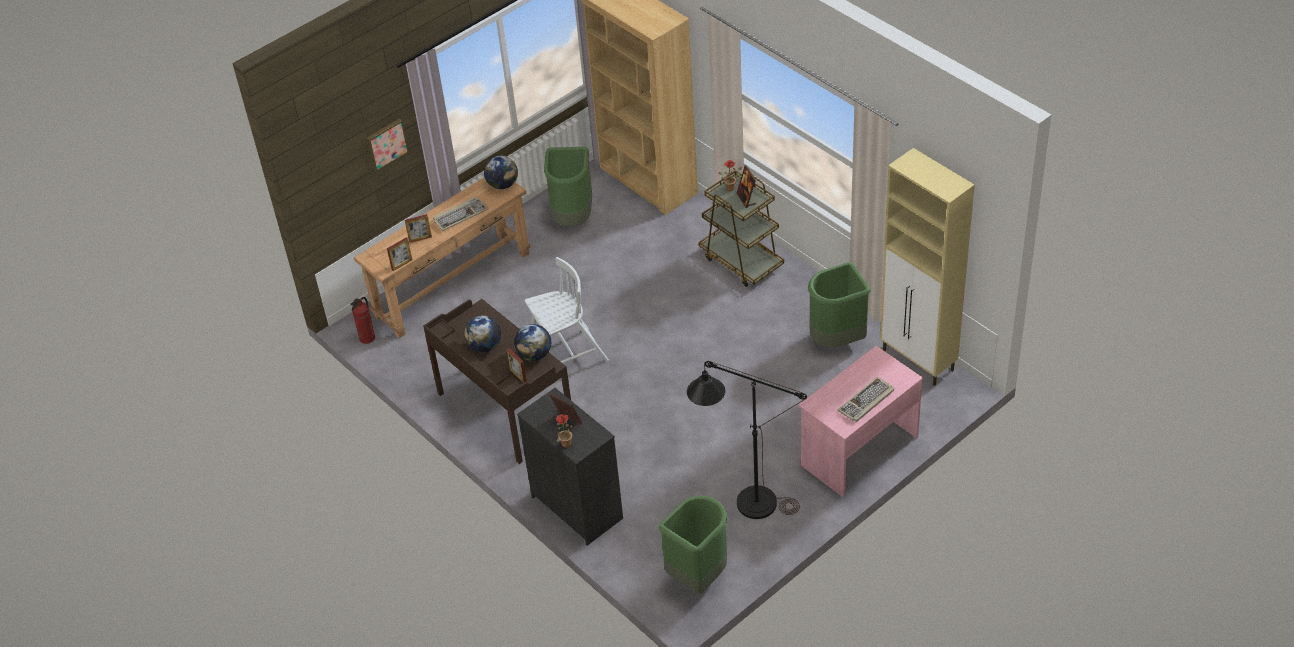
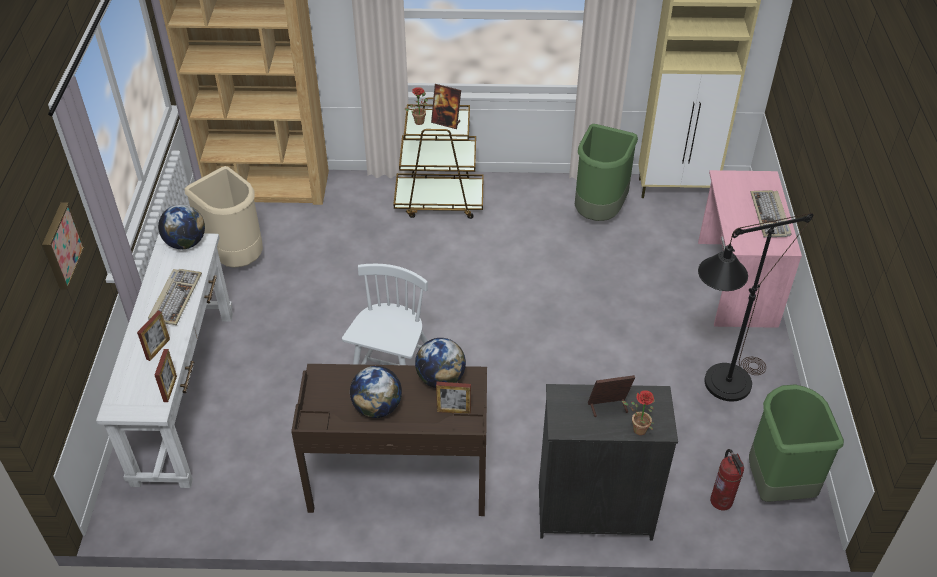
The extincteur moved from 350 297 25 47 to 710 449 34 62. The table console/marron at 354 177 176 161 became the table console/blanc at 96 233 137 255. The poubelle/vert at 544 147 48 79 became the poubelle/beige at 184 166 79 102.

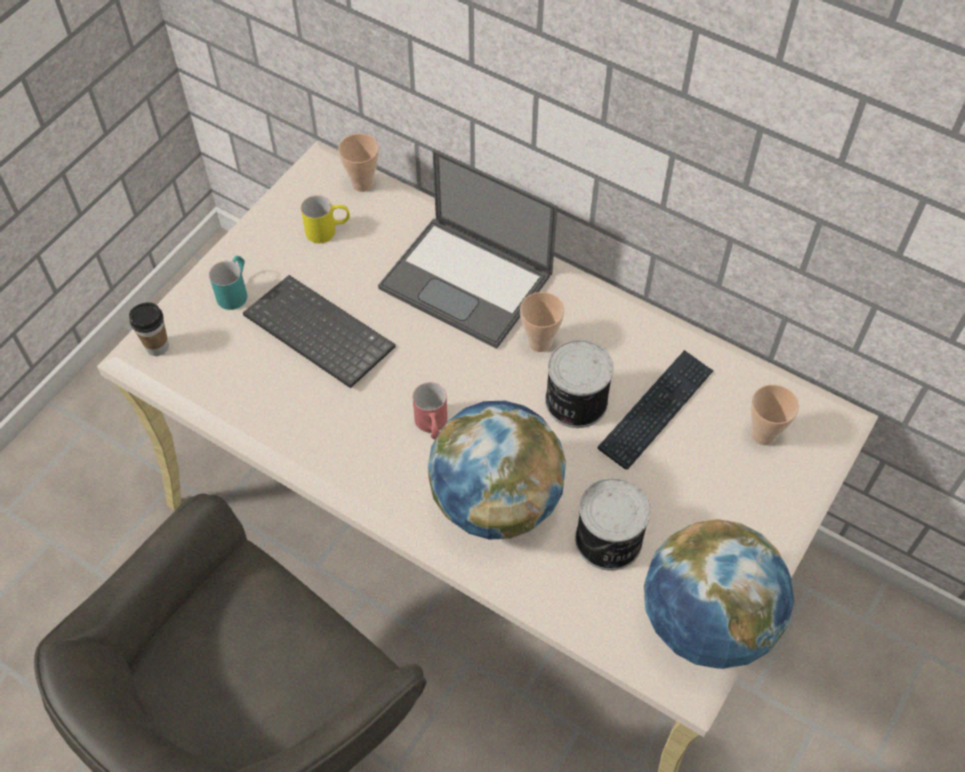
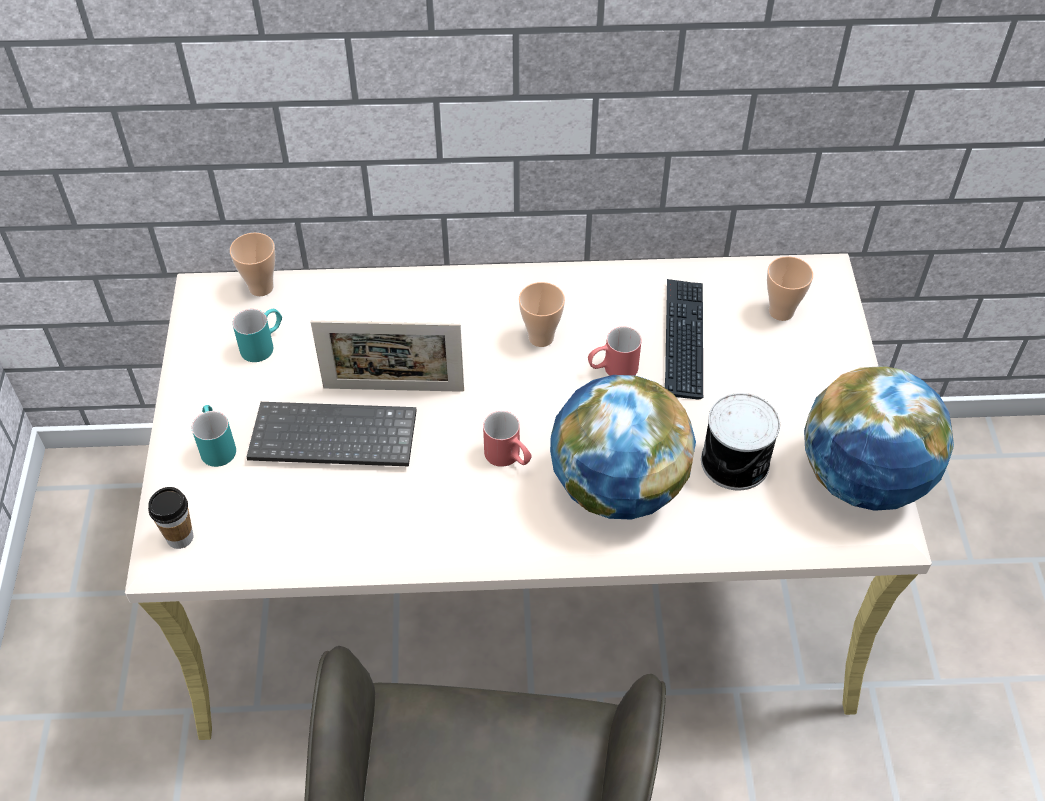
The ordinateur portable at 378 149 180 200 disappeared. The cadre photo at 310 320 154 72 appeared. The boîte métallique at 545 340 69 88 was replaced by the mug/rouge at 588 326 54 50. The mug/jaune at 301 195 49 48 became the mug/turquoise at 232 309 50 53.

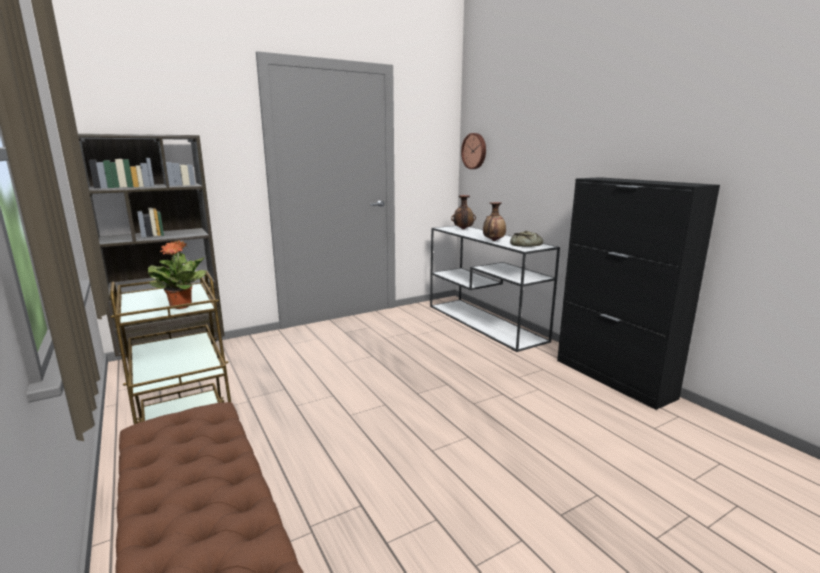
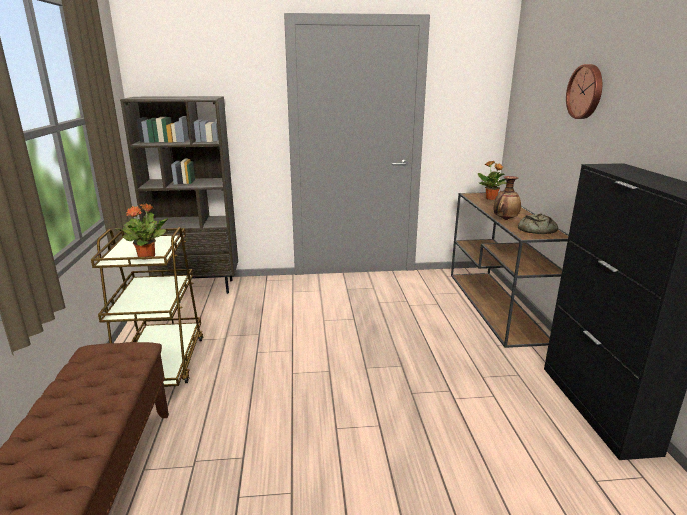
The horloge murale moved from 461 133 25 36 to 566 64 36 55. The vase at 451 195 25 34 was replaced by the plante en pot at 478 161 29 39. The table console/blanc at 430 226 130 126 became the table console/marron at 451 192 118 156.

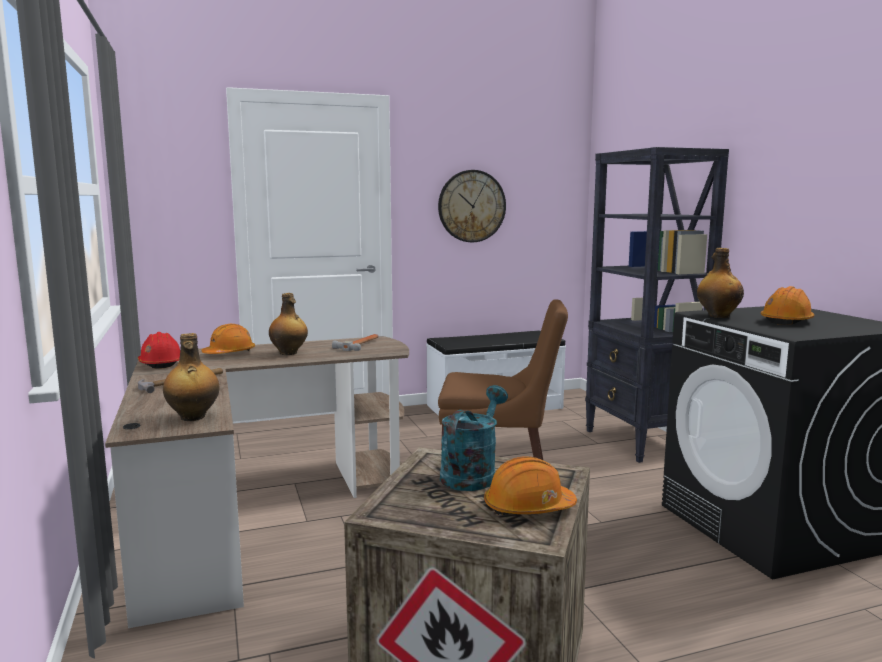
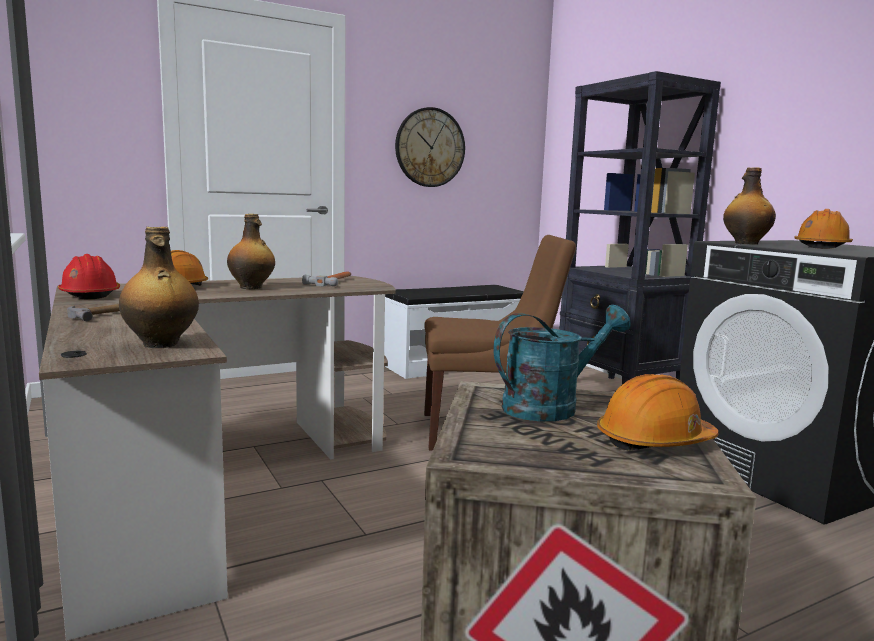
The arrosoir/turquoise at 440 385 68 106 turned 45 degrees clockwise.

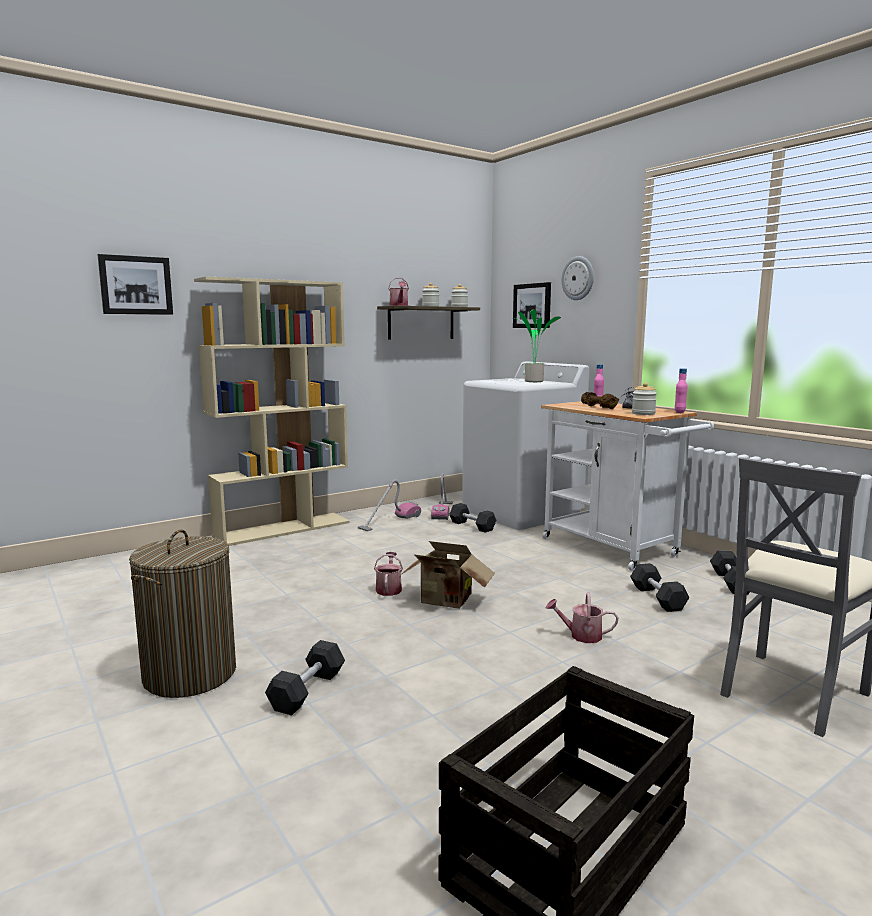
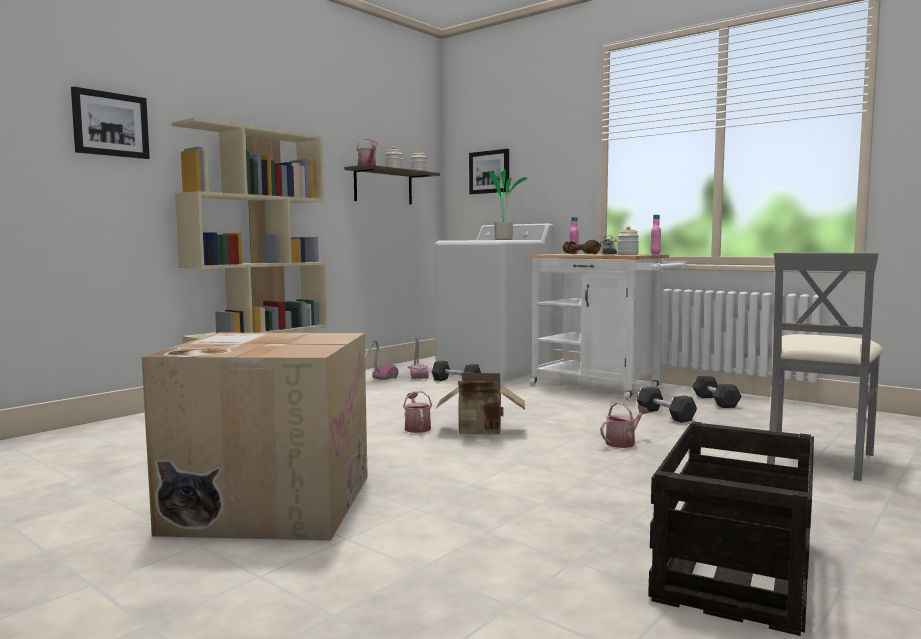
The haltère/gris at 265 640 80 75 disappeared. The horloge murale at 561 256 33 44 disappeared. The panier à linge at 129 530 107 168 was replaced by the carton at 142 333 226 207. The arrosoir at 546 592 72 51 turned 150 degrees clockwise.

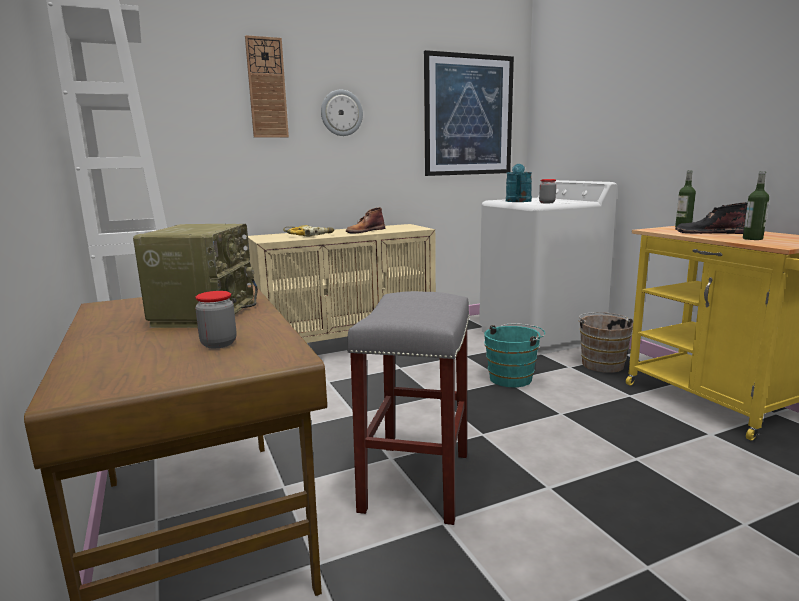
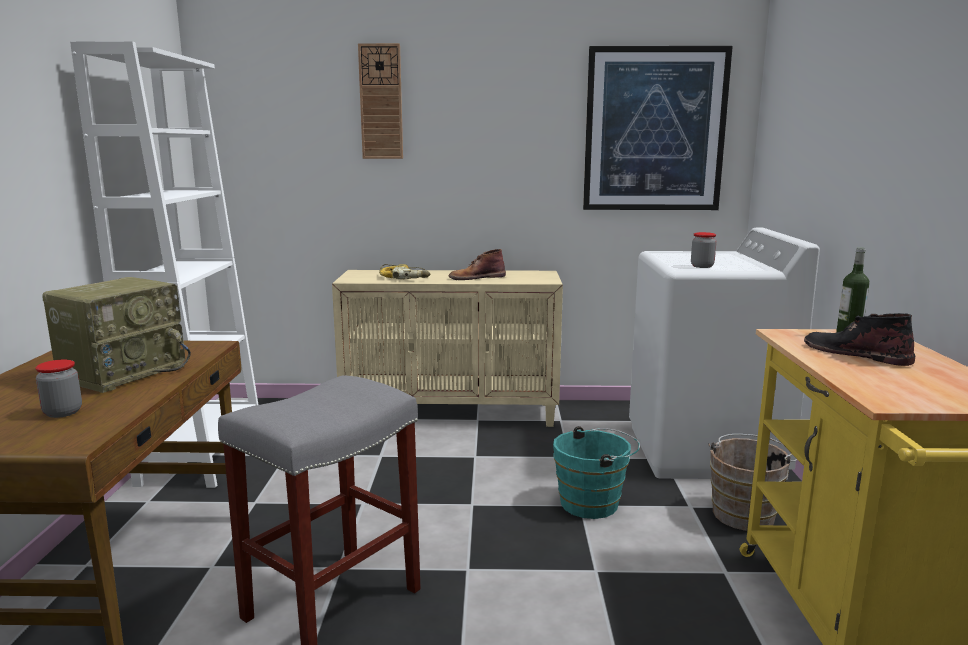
The horloge murale at 321 90 42 46 disappeared. The arrosoir/turquoise at 506 164 26 38 disappeared. The bouteille at 743 171 26 69 disappeared.

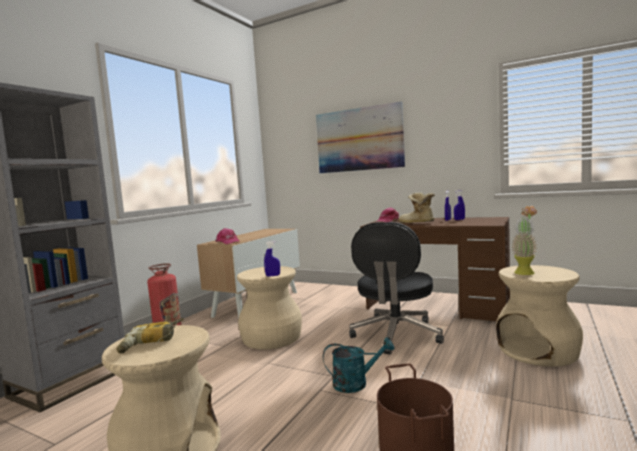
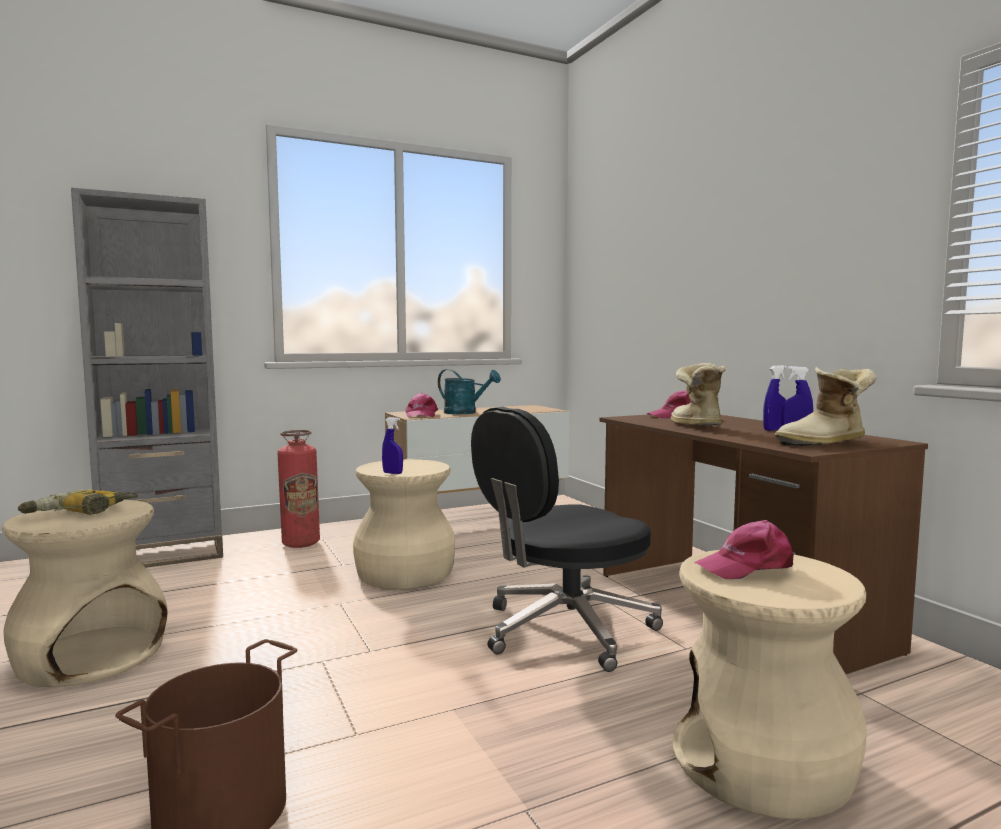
The tableau at 316 102 89 71 disappeared. The botte at 775 367 101 79 appeared. The arrosoir/turquoise moved from 323 337 71 56 to 438 369 63 45. The plante en pot at 511 206 26 69 was replaced by the casquette/rose at 694 520 100 59.

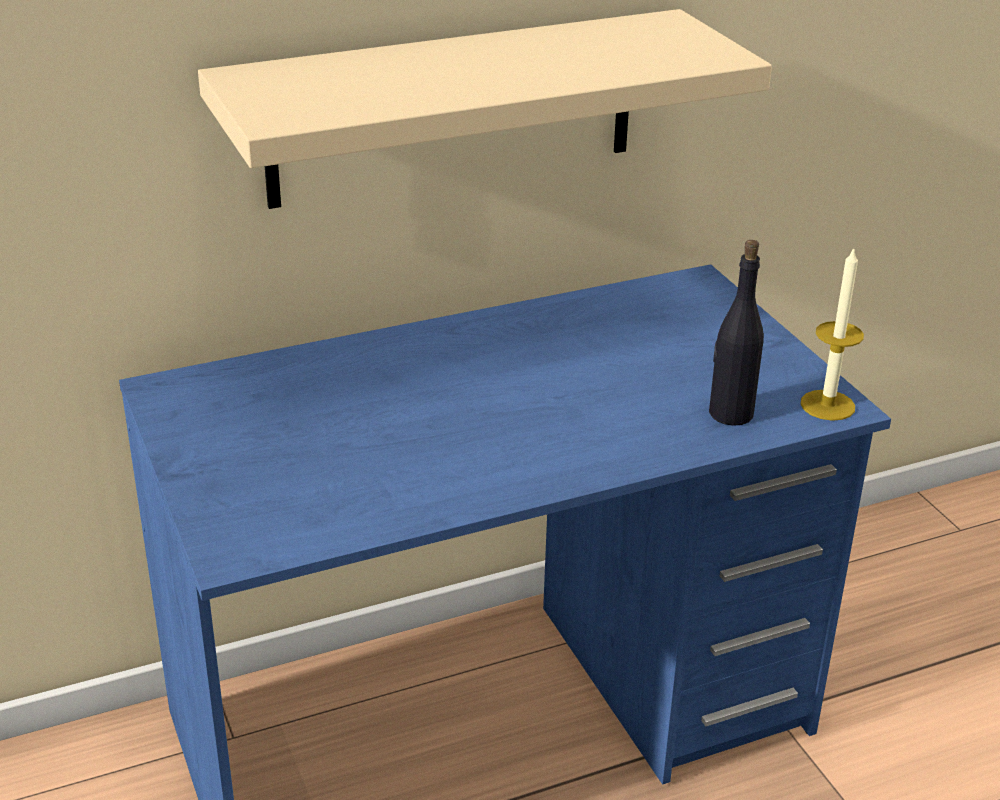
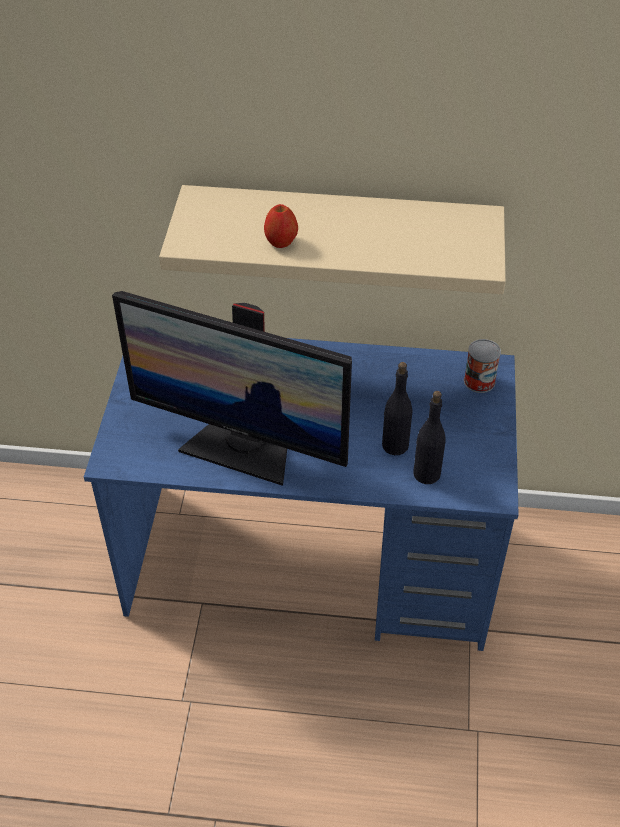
The bougie at 800 248 64 173 disappeared. The écran d'ordinateur at 112 291 240 195 appeared. The pomme at 264 204 34 44 appeared. The bouteille/noir at 382 362 30 93 appeared. The boîte métallique at 464 339 37 54 appeared.

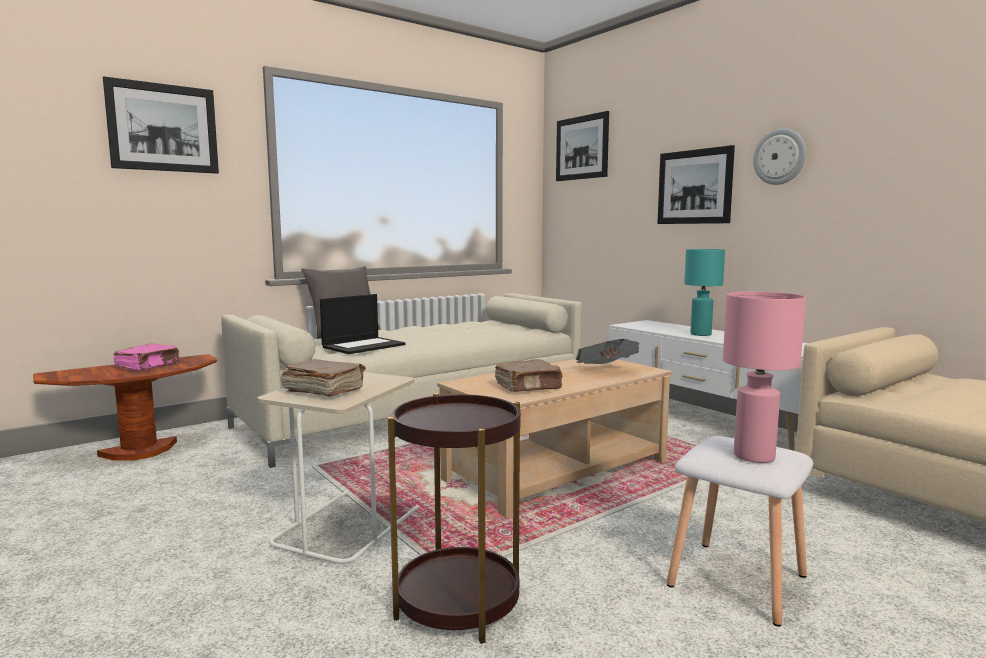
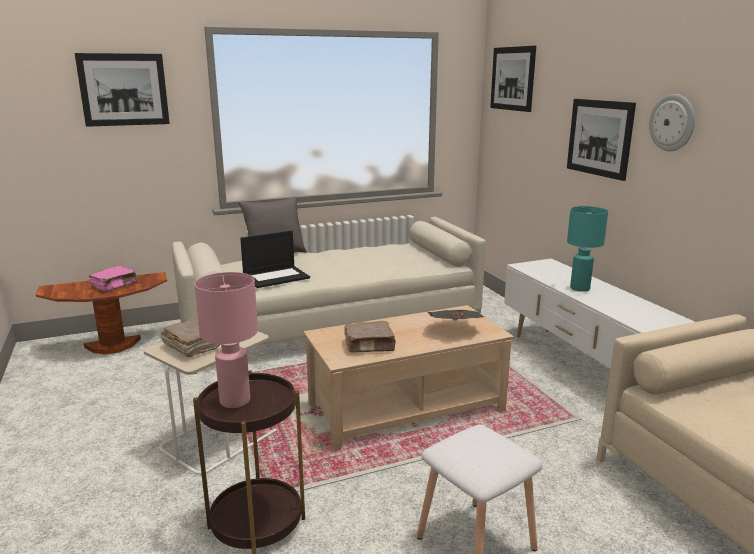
The lampe de table/rose moved from 723 292 83 171 to 194 272 64 136.

